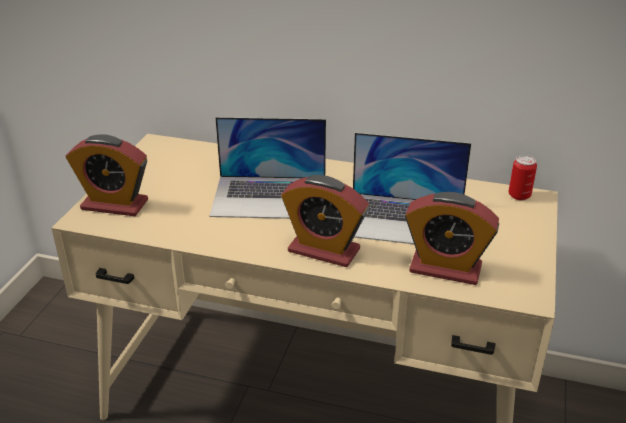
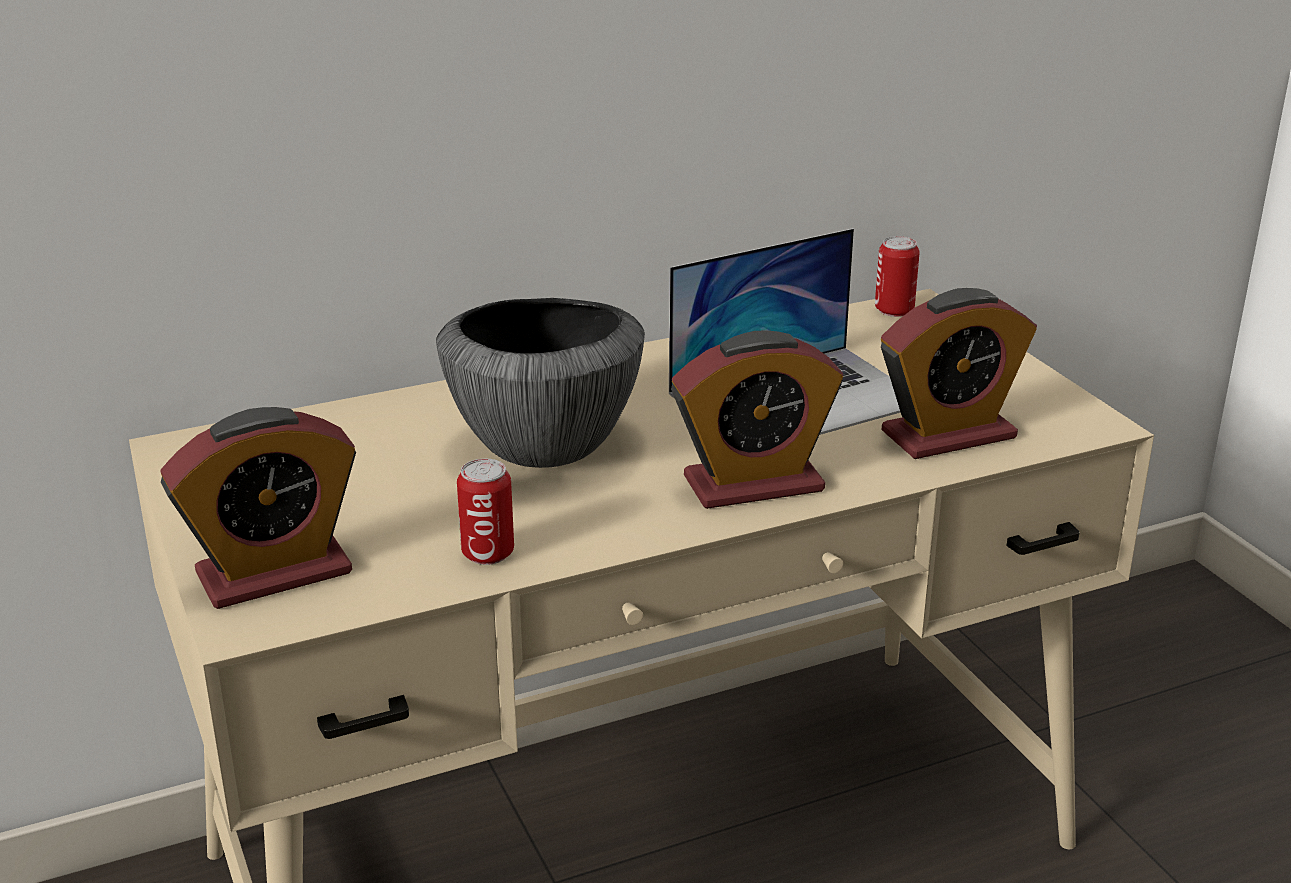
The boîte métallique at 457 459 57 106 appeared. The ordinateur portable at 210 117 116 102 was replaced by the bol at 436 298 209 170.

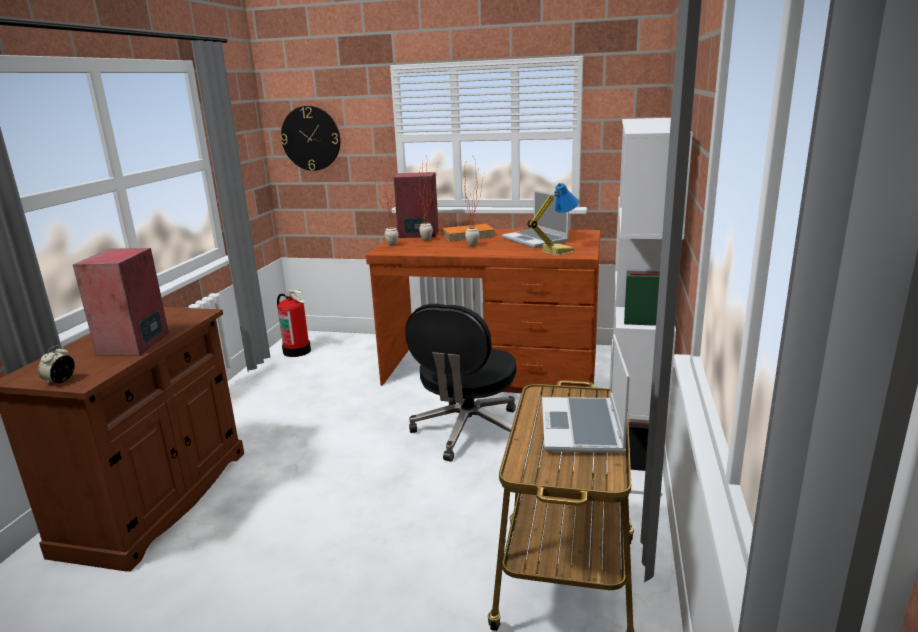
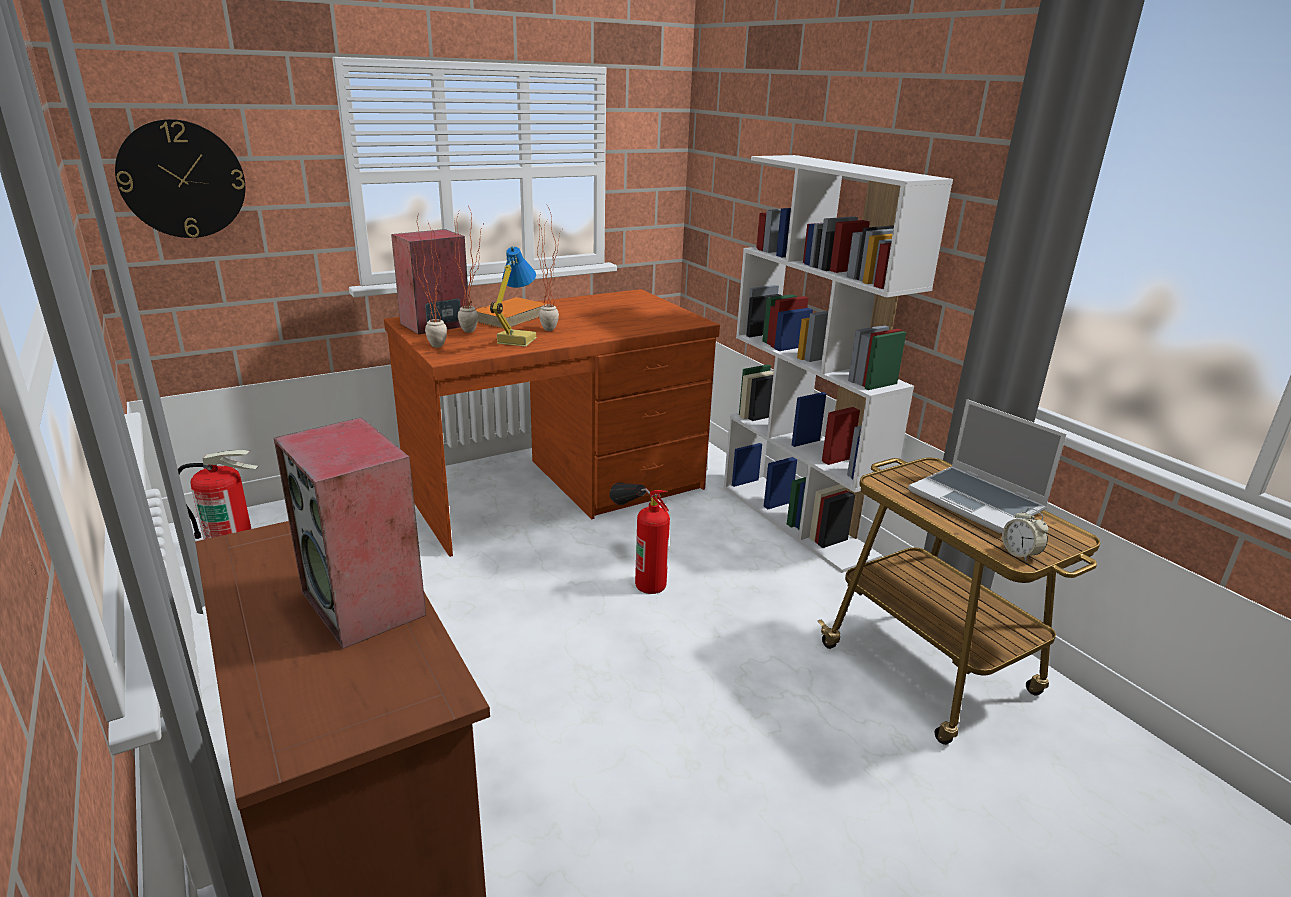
The ordinateur portable at 502 190 67 58 disappeared. The réveil moved from 38 345 37 40 to 1002 508 46 54. The lampe de table moved from 527 183 52 73 to 490 246 47 101. The chaise de bureau/noir at 405 304 111 158 was replaced by the extincteur at 610 482 60 112.

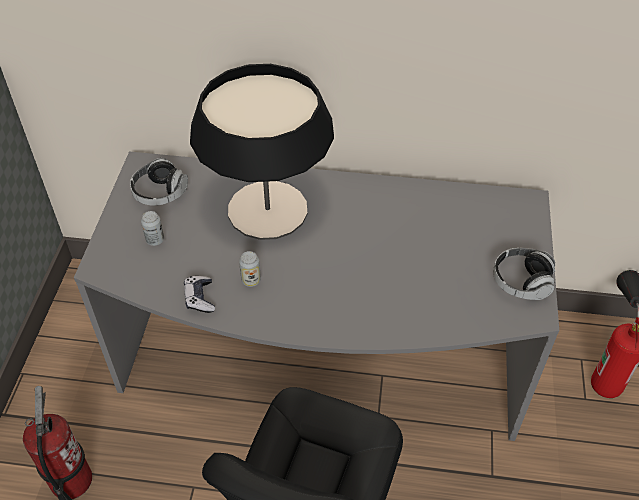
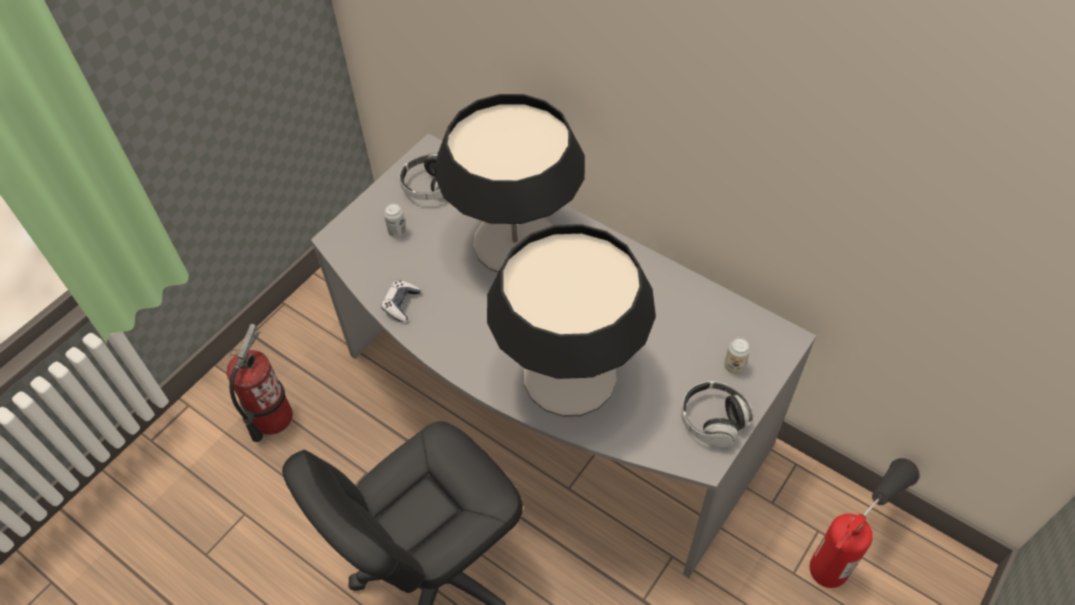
The lampe de table at 487 224 169 193 appeared. The boîte métallique moved from 239 251 22 36 to 724 338 26 36.

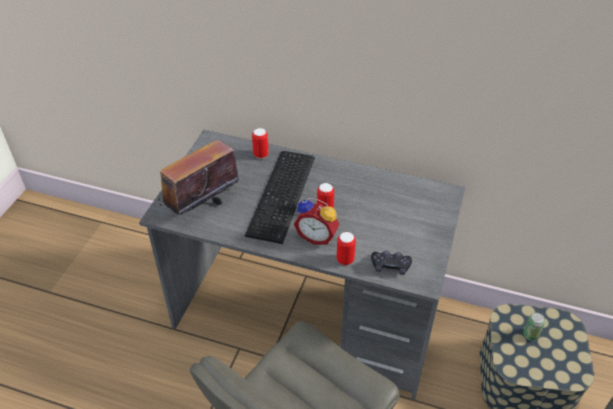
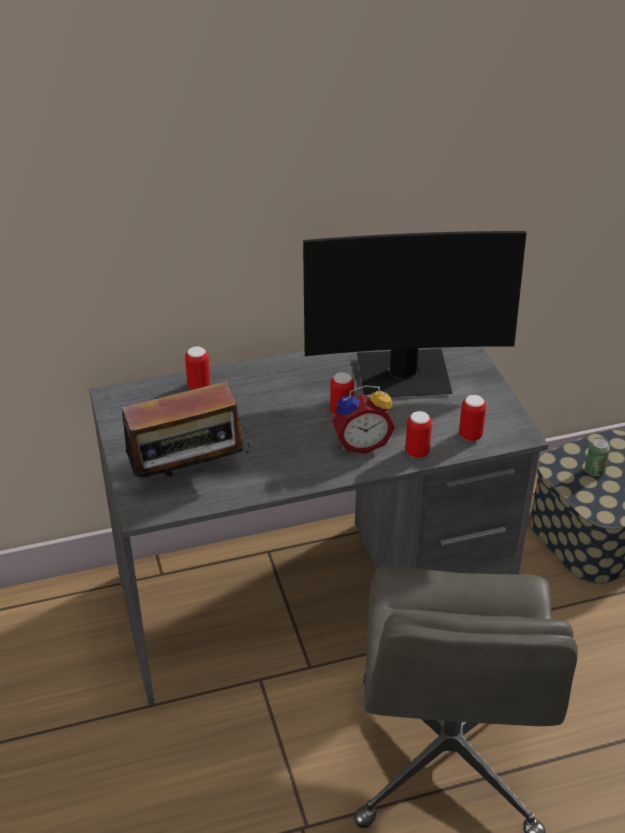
The clavier at 245 151 70 93 disappeared. The écran d'ordinateur at 303 231 223 166 appeared. The manette/noir at 371 251 41 24 was replaced by the boîte métallique at 459 395 27 46. The radio at 159 131 80 84 turned 120 degrees counterclockwise.

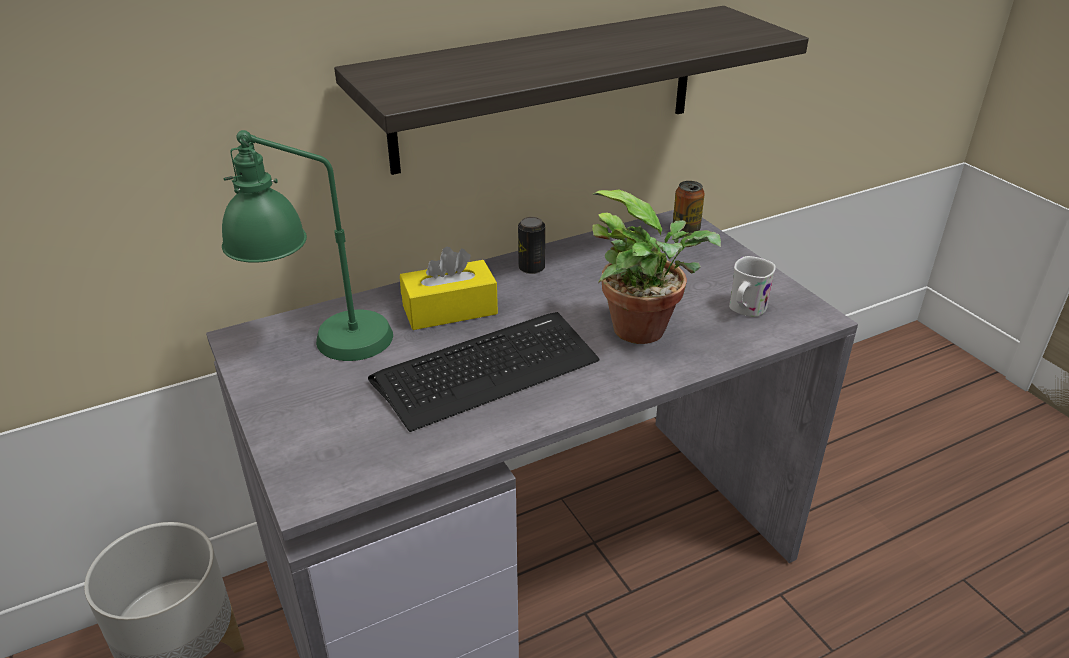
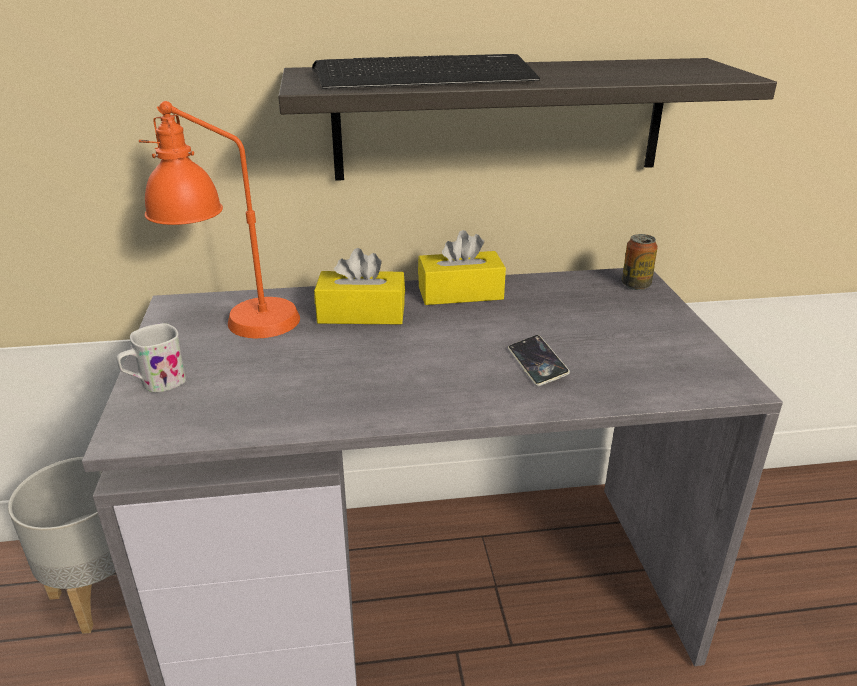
The clavier moved from 368 312 231 120 to 312 54 228 35. The mug/blanc moved from 729 256 47 61 to 117 323 69 70. The boîte métallique at 518 217 27 57 was replaced by the boîte à mouchoirs/jaune at 418 230 88 75. The plante en pot at 592 190 129 154 was replaced by the téléphone at 508 335 62 51. The lampe de table/vert at 222 130 171 231 became the lampe de table/orange at 139 101 161 237.

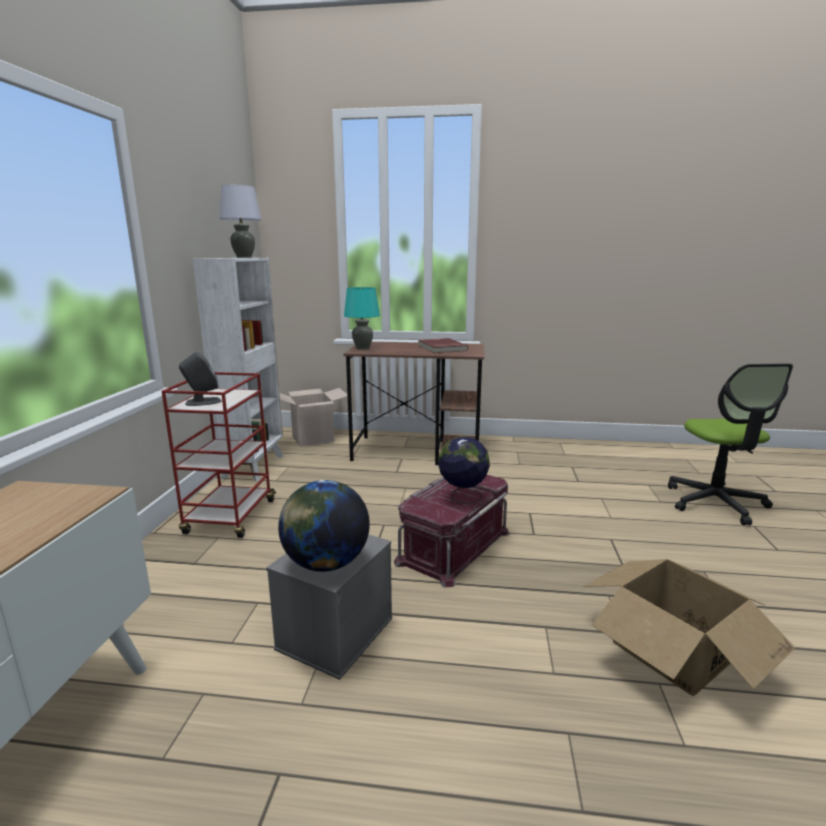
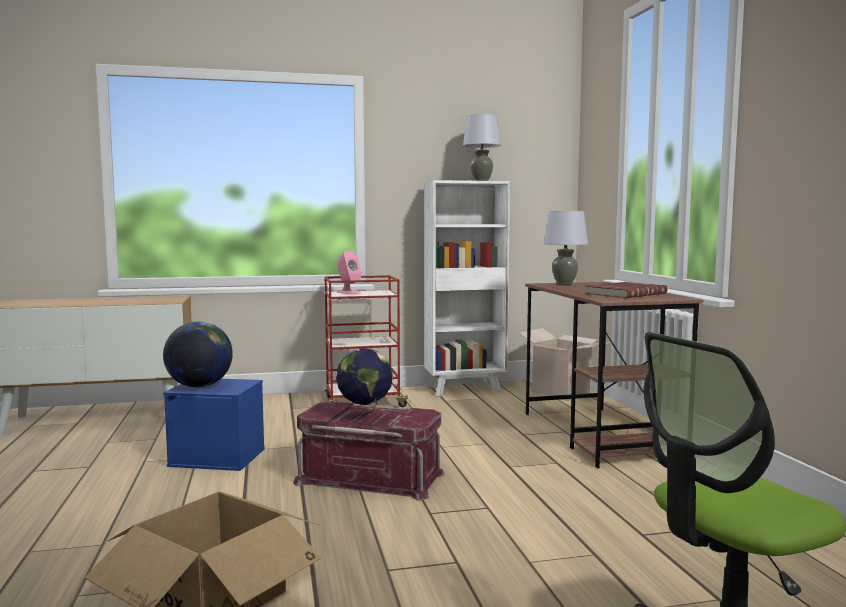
The enceinte/gris at 179 352 43 54 became the enceinte/rose at 337 251 25 43. The boîte de rangement/gris at 266 534 126 146 became the boîte de rangement/bleu at 163 379 102 92. The lampe de table/turquoise at 344 287 36 62 became the lampe de table/gris at 544 211 44 73.

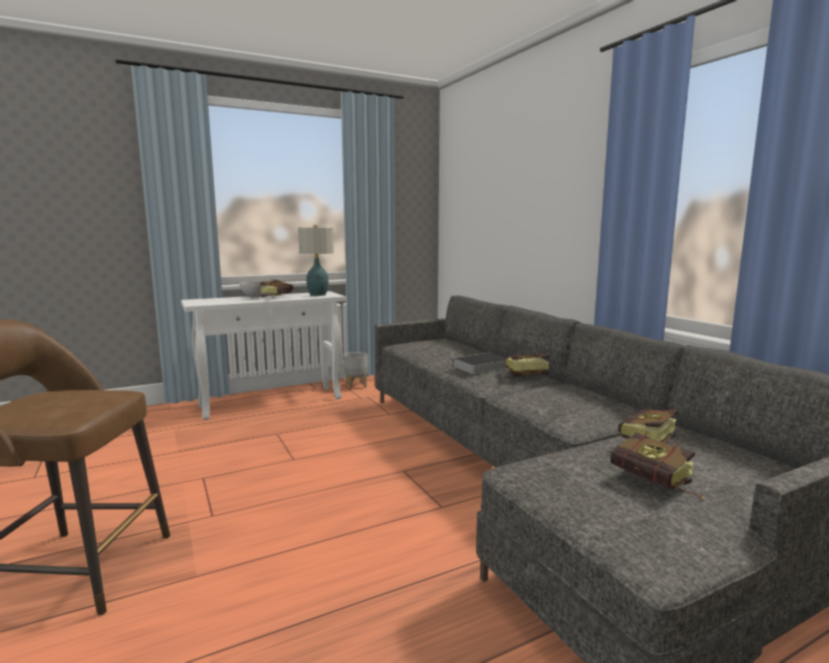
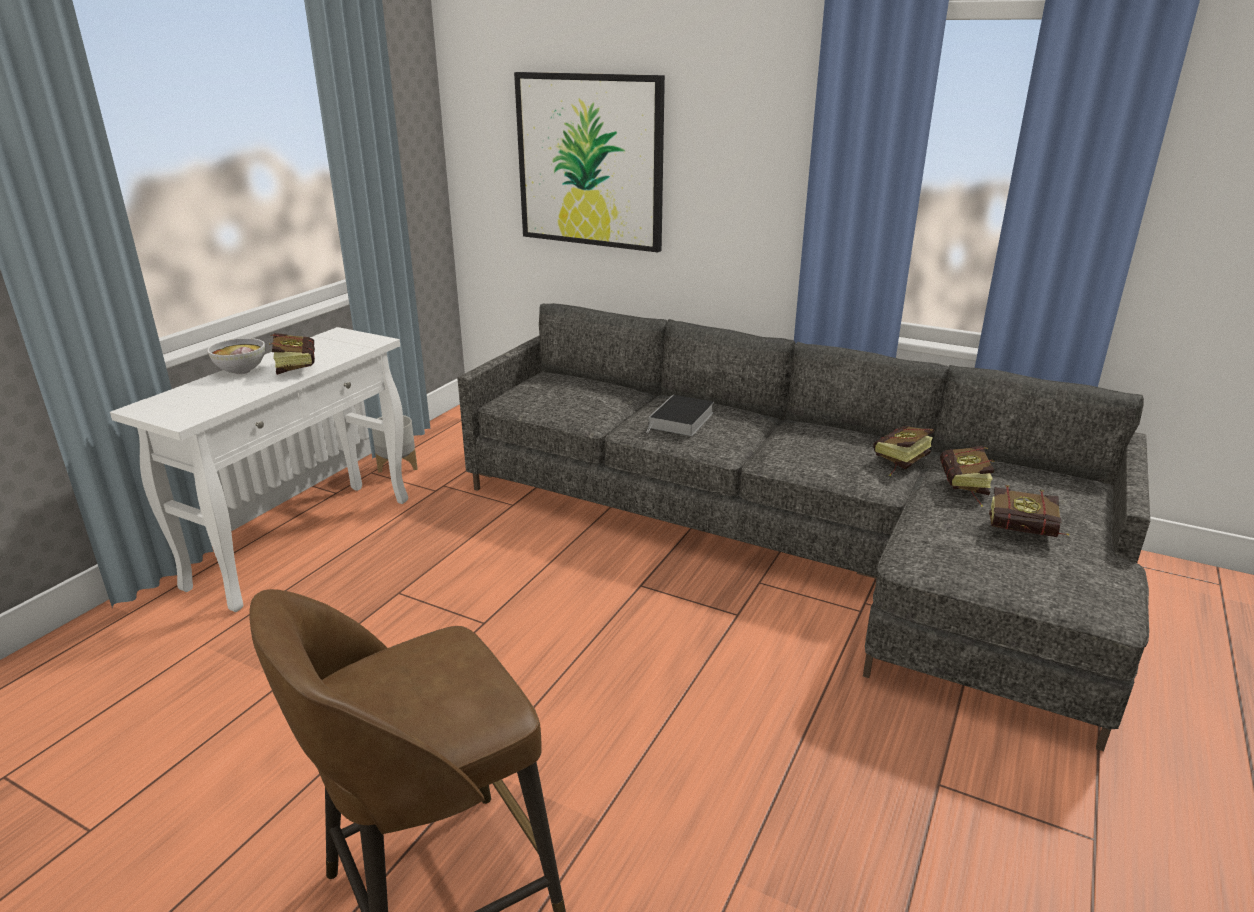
The lampe de table at 298 225 36 71 disappeared. The tableau at 514 72 151 180 appeared. The livre moved from 502 354 48 25 to 873 426 61 50.

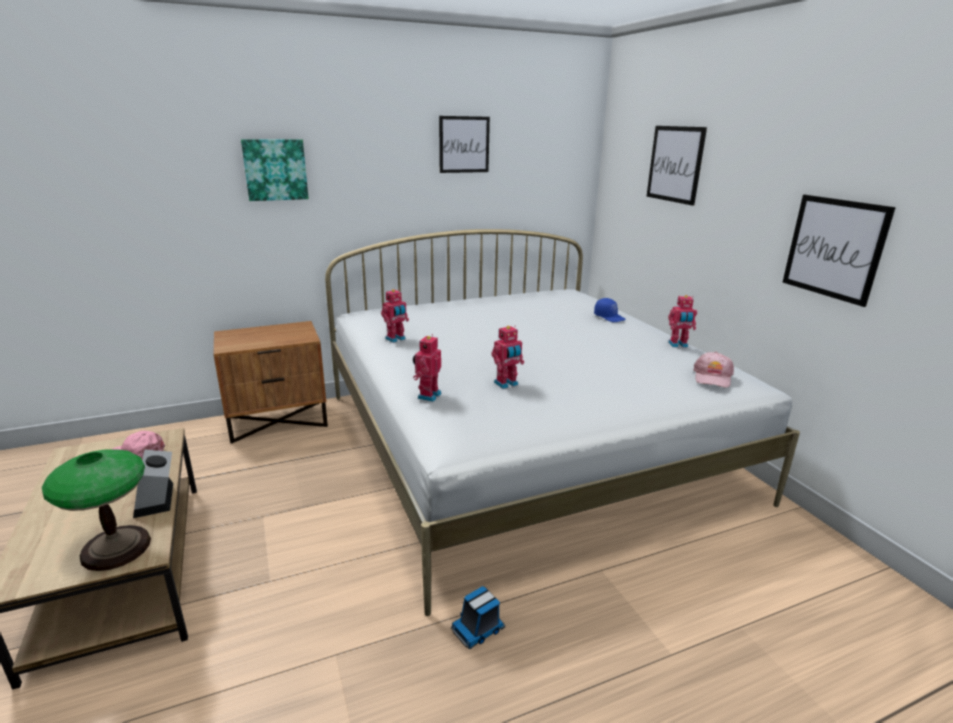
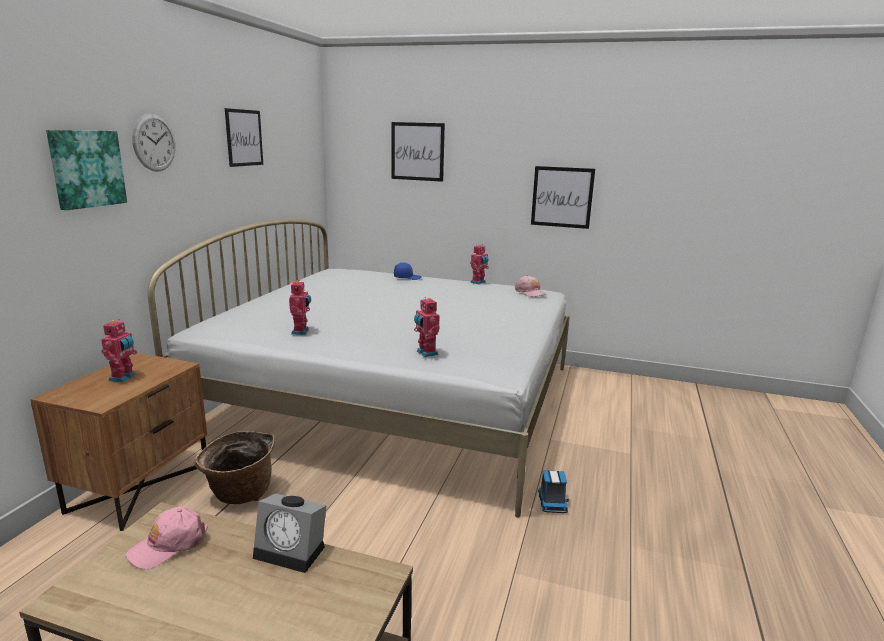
The lampe de table at 42 449 109 122 disappeared. The horloge murale at 132 114 43 58 appeared. The panier at 195 431 80 73 appeared. The robot jouet moved from 491 326 33 63 to 101 319 36 63.

